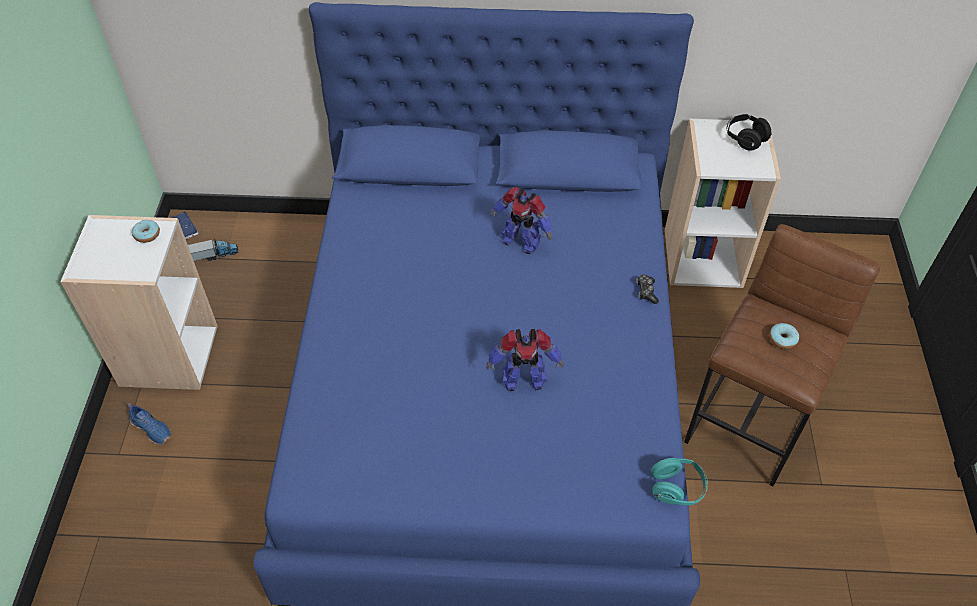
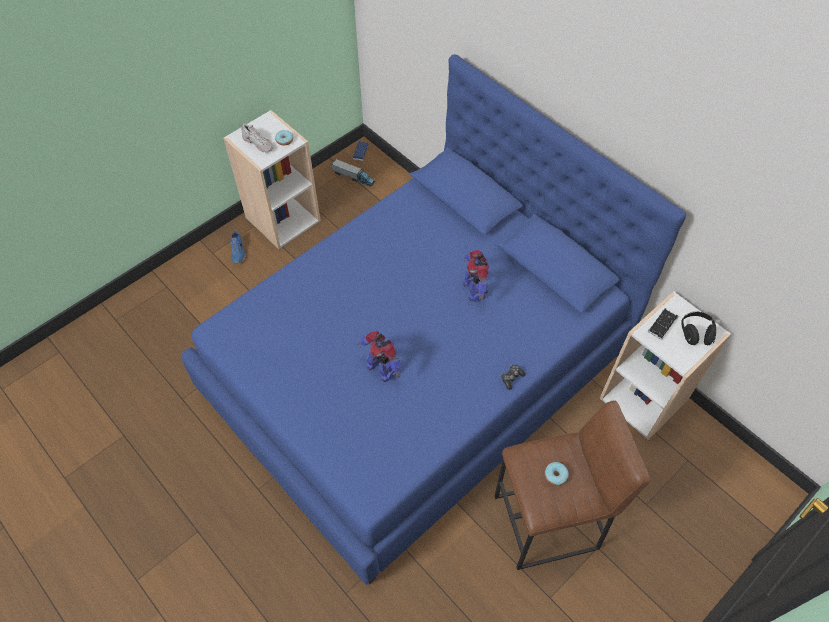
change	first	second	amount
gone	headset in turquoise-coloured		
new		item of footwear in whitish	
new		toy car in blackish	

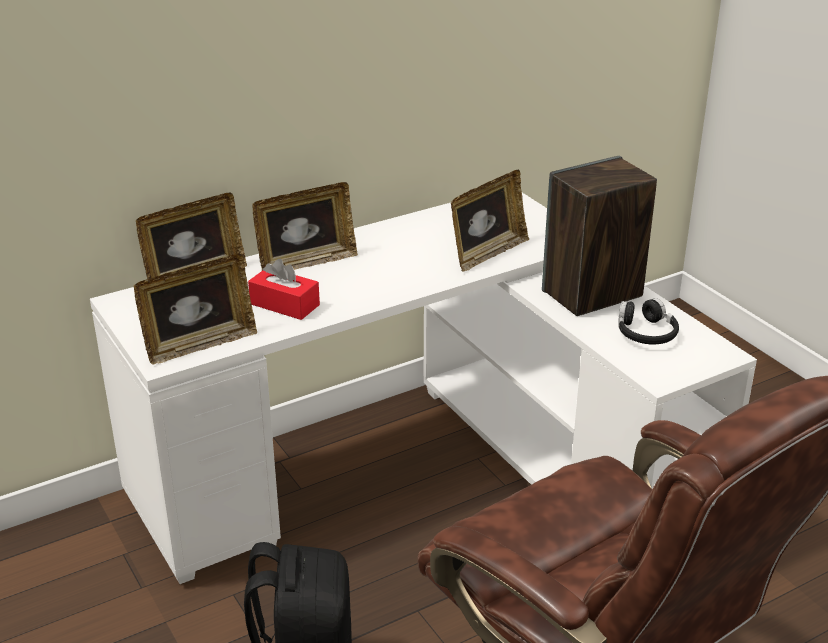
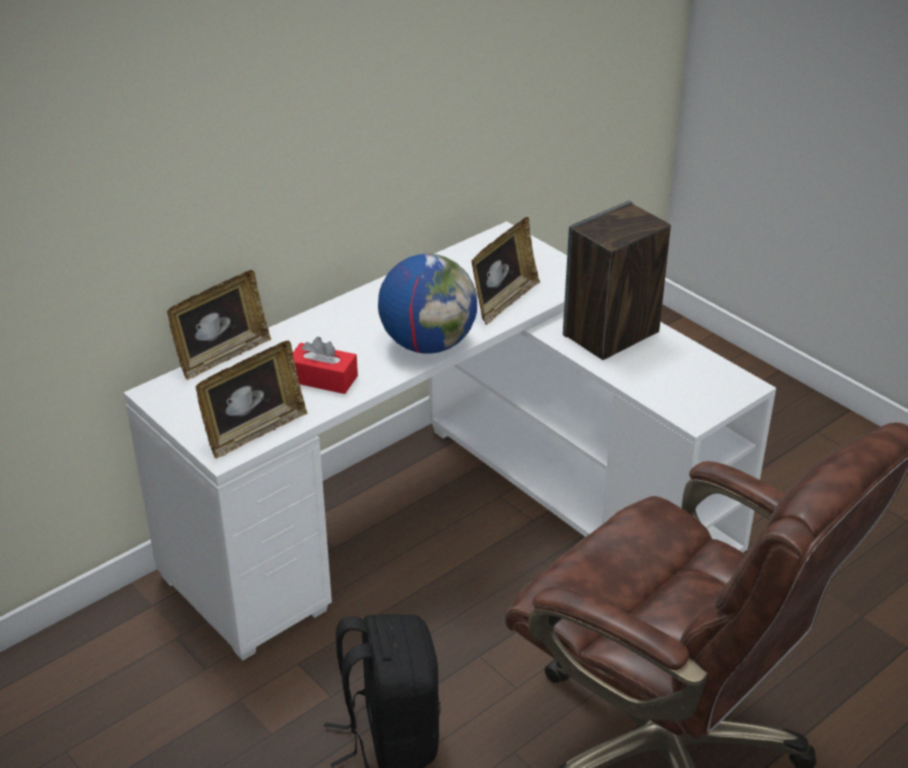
change	first	second	amount
gone	standing frame (no. 3 from left)		
gone	headset in blackish		
new		desk globe	

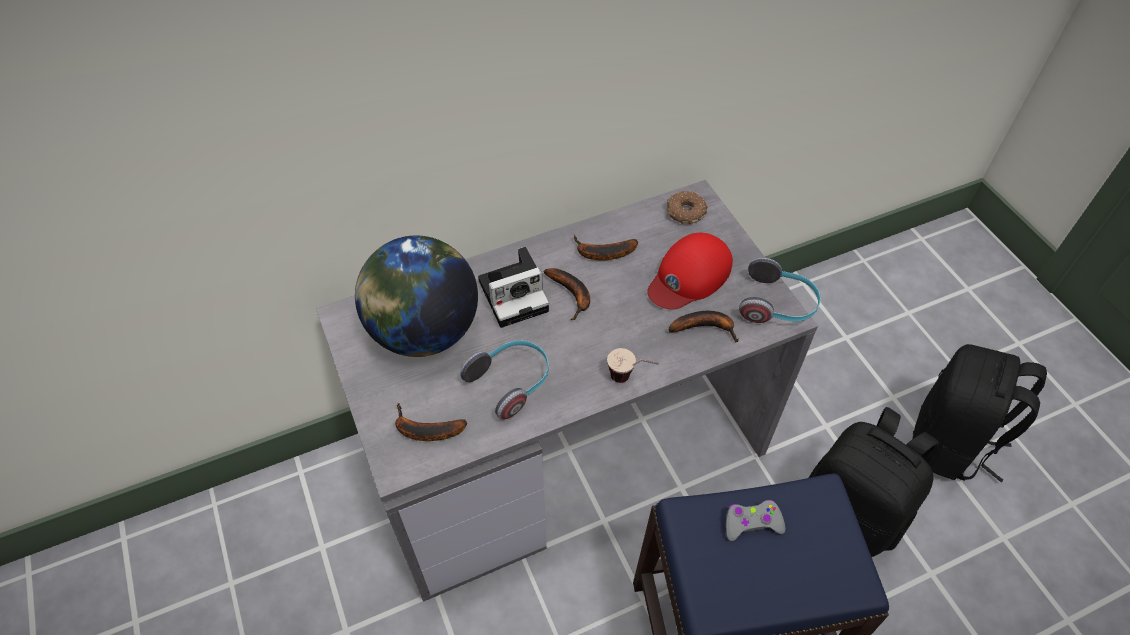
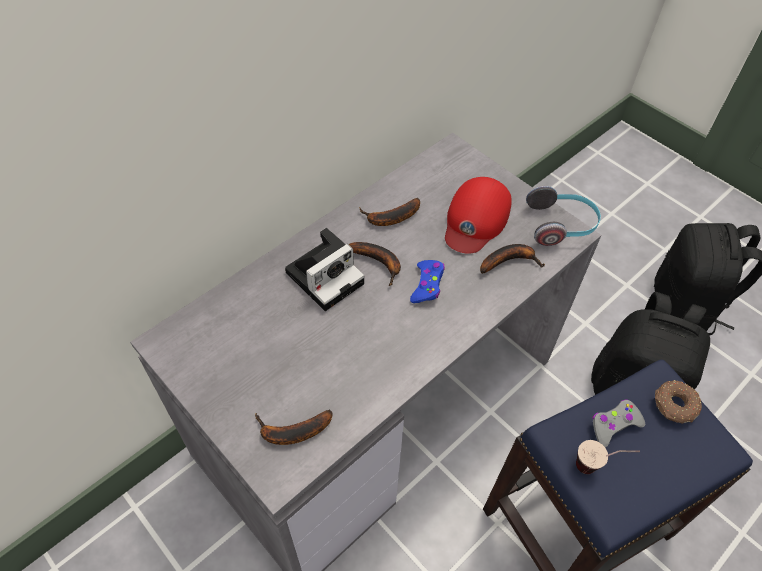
change	first	second	amount
gone	desk globe		
gone	headset (no. 1 from left)		
shifted	cup		
shifted	donut		
new		joypad in blue-coloured	

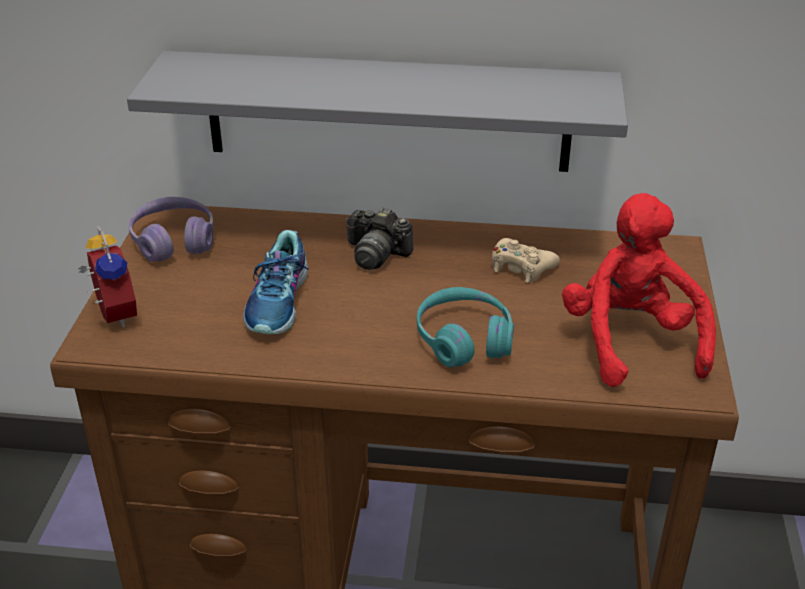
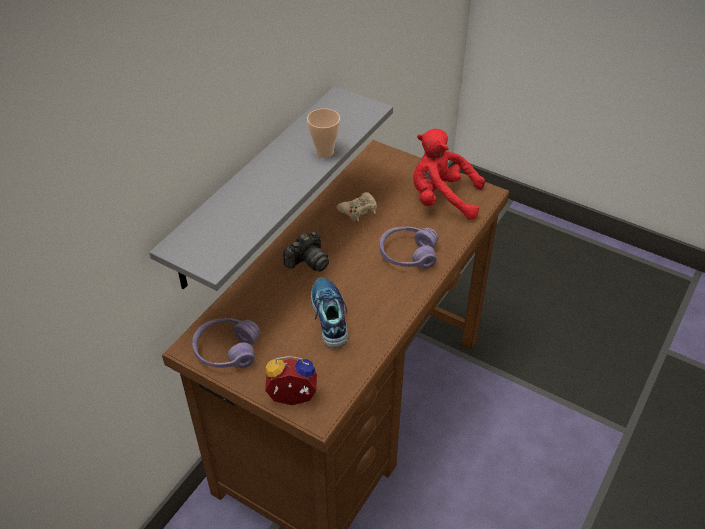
change	first	second	amount
rotated	item of footwear		135 degrees counterclockwise
repainted	headset in turquoise-coloured	headset in purple (no. 2 from left)	
new		cup	

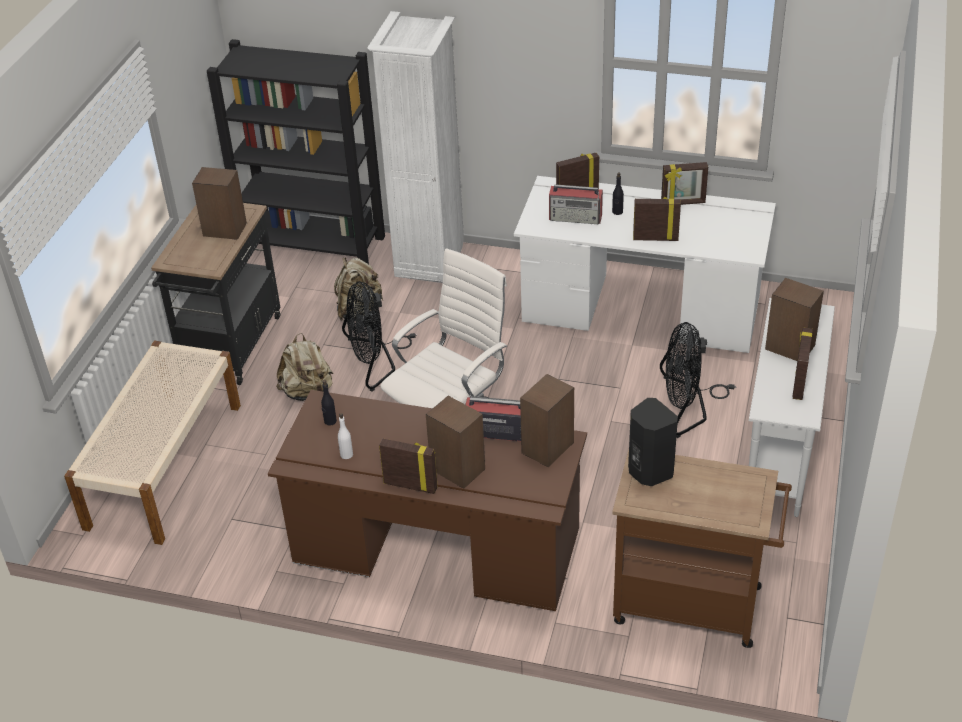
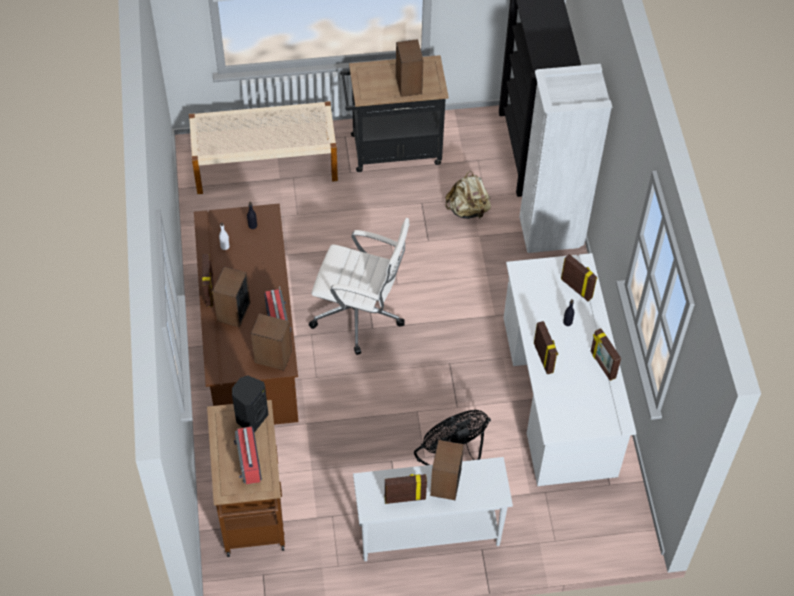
change	first	second	amount
gone	backpack in sand-coloured (no. 1 from left)		
gone	cooling fan in blackish (no. 1 from left)		
shifted	radio receiver (no. 2 from left in the first image)	radio receiver (no. 1 from left)	

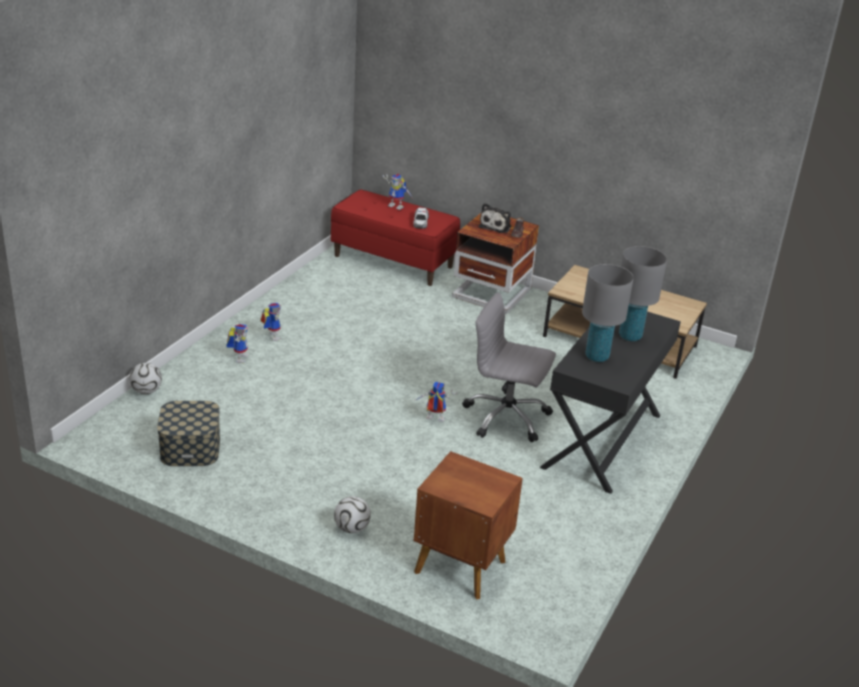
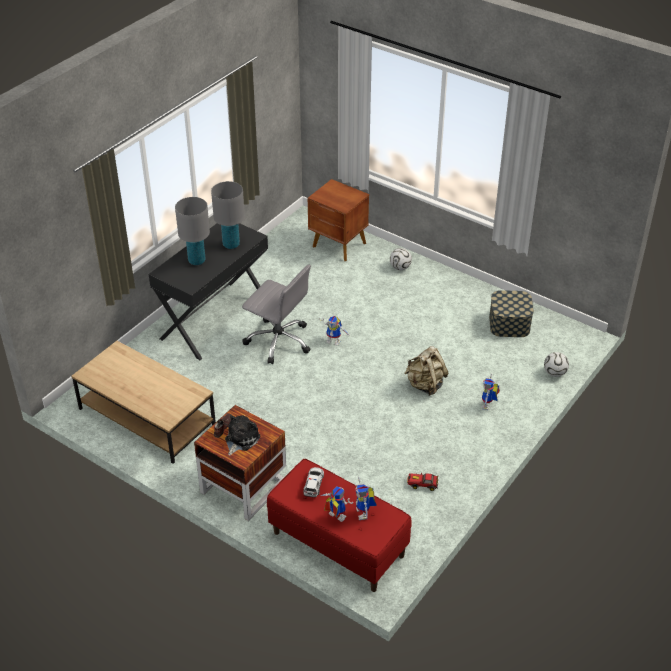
change	first	second	amount
shifted	toy robot (no. 2 from left in the first image)	toy robot (no. 3 from left)	
new		backpack in sand-coloured	
new		toy car (no. 2 from left)	

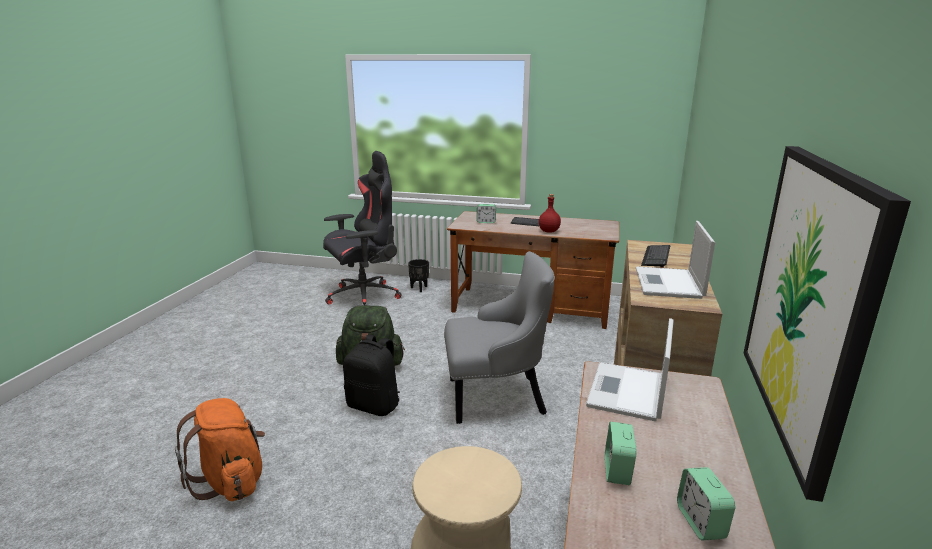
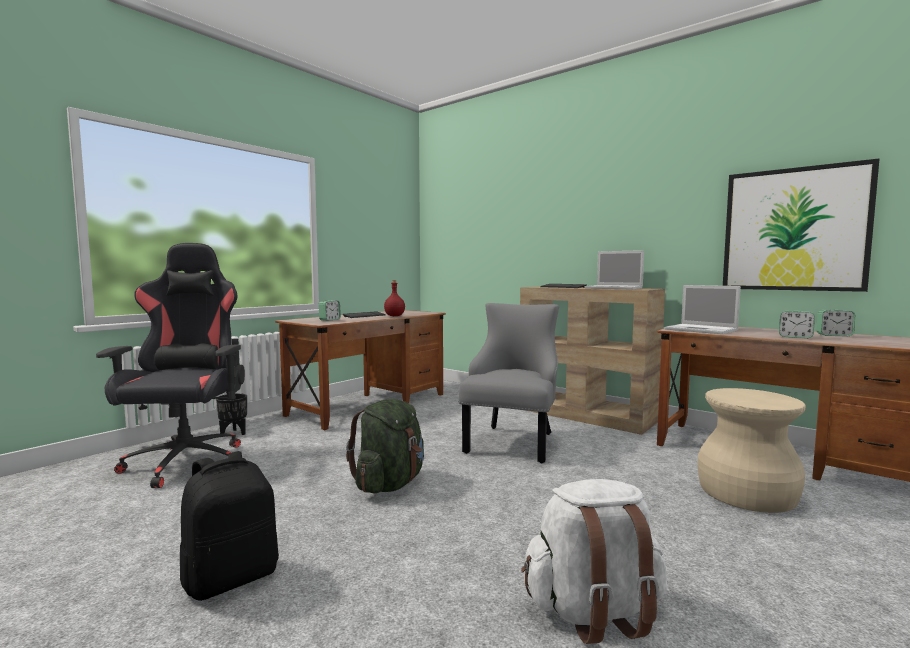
change	first	second	amount
repainted	backpack in orange-coloured	backpack in whitish	
shifted	backpack in blackish		

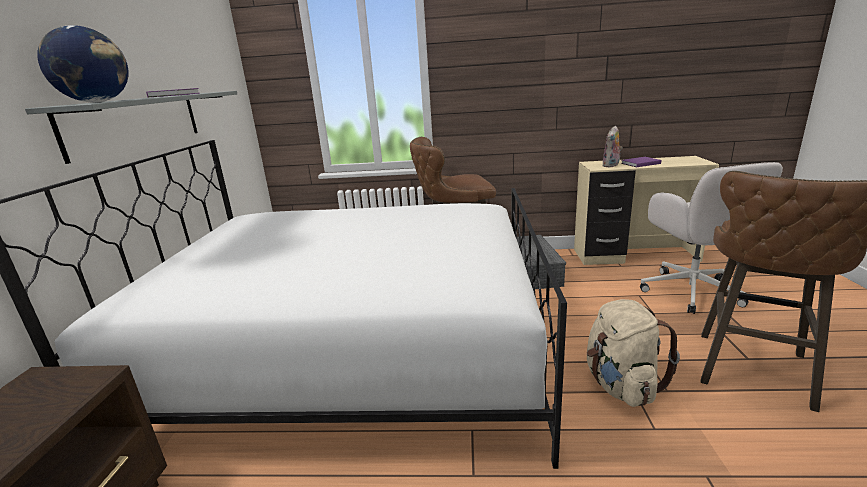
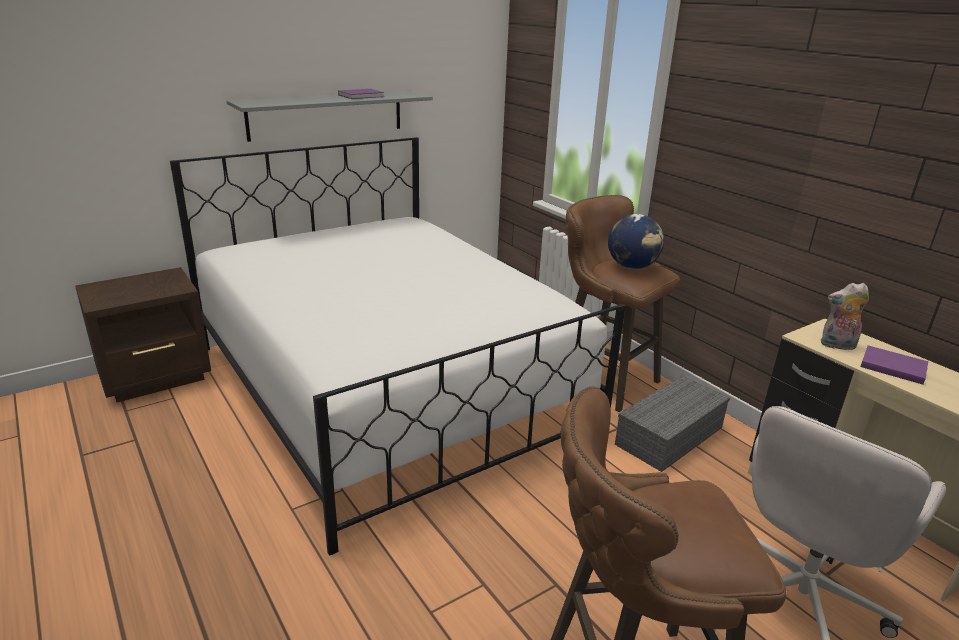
change	first	second	amount
shifted	desk globe		
gone	backpack in sand-coloured		

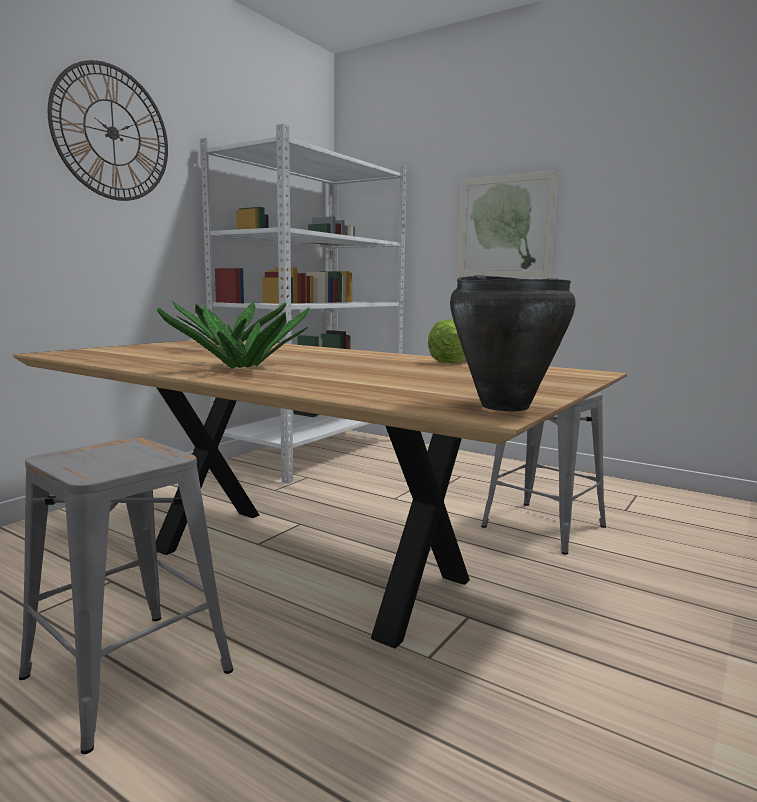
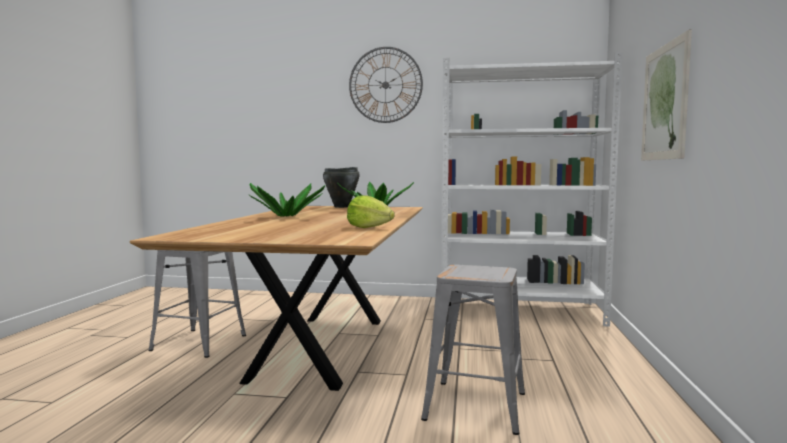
change	first	second	amount
shifted	stockpot in blackish		

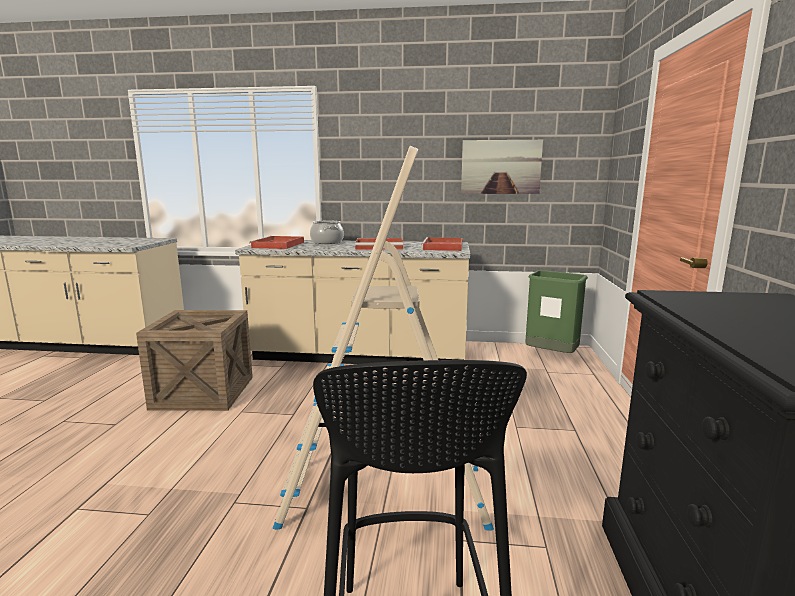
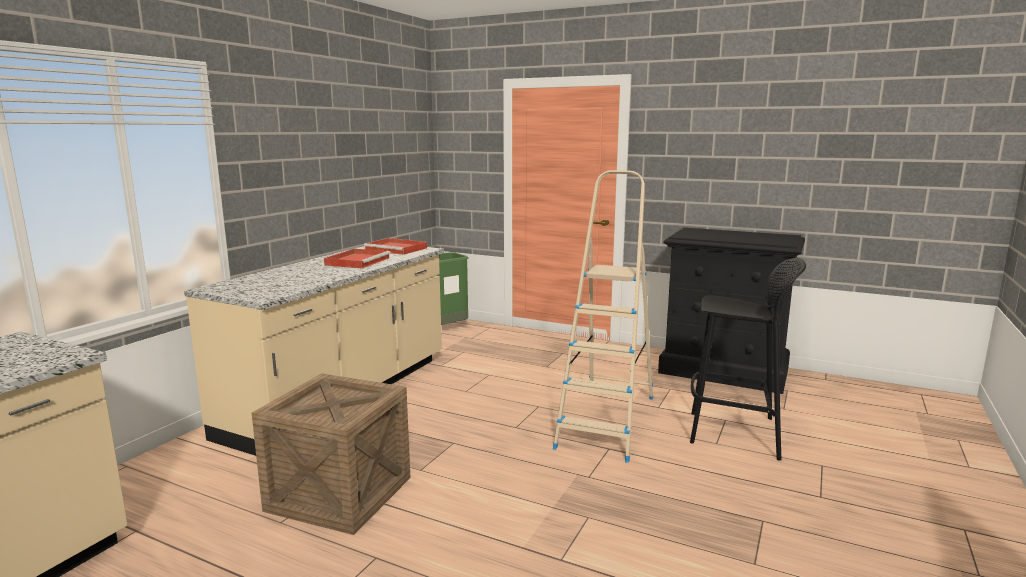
change	first	second	amount
gone	tray in red (no. 1 from left)		
gone	stockpot		
gone	picture		

